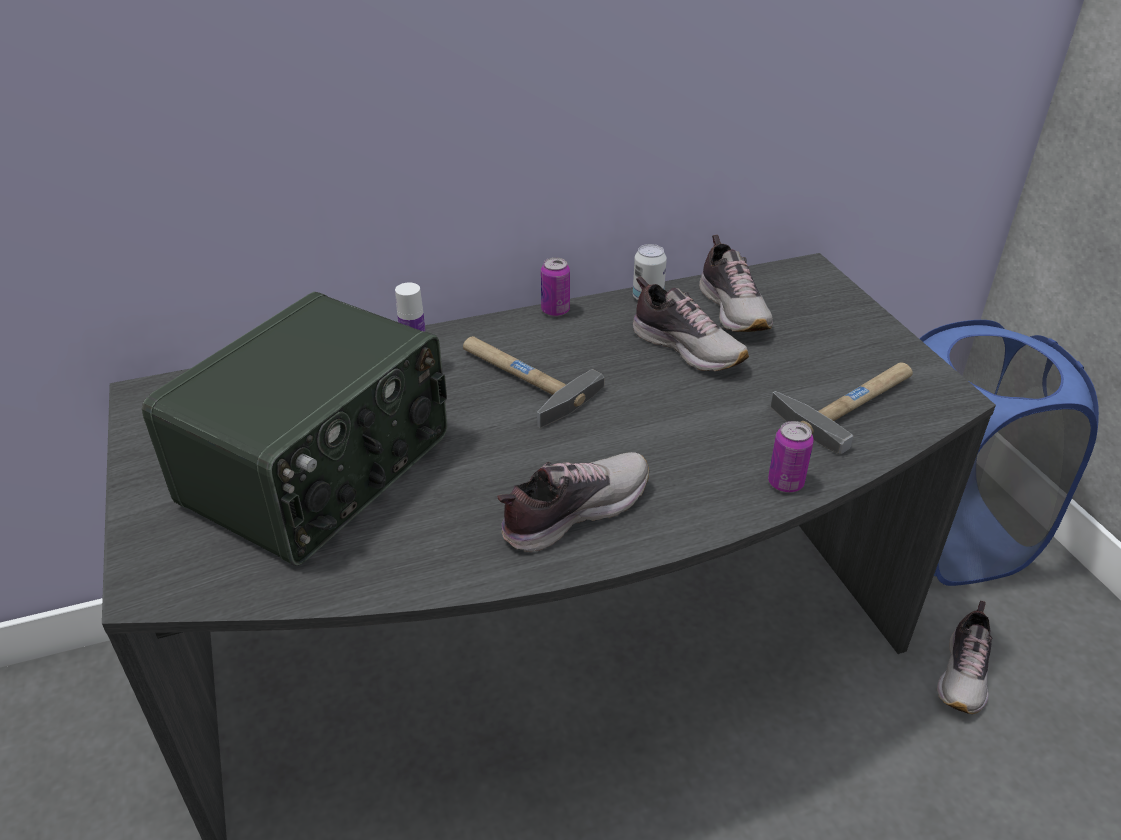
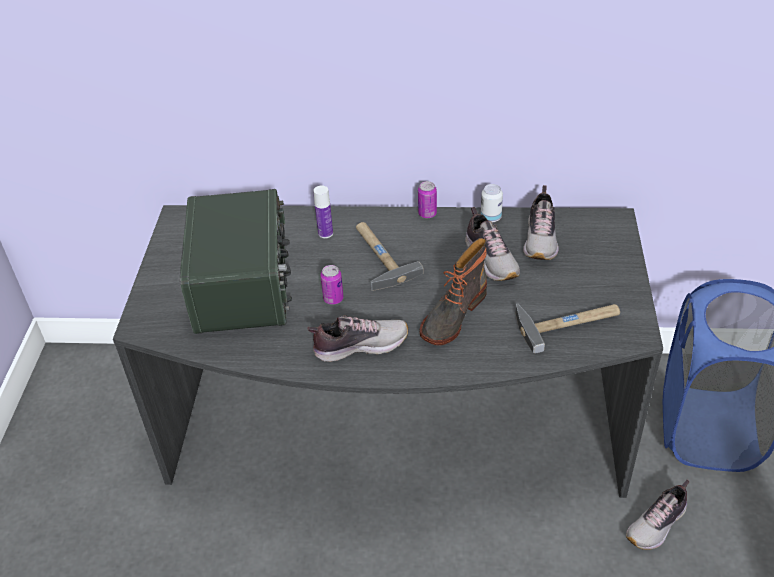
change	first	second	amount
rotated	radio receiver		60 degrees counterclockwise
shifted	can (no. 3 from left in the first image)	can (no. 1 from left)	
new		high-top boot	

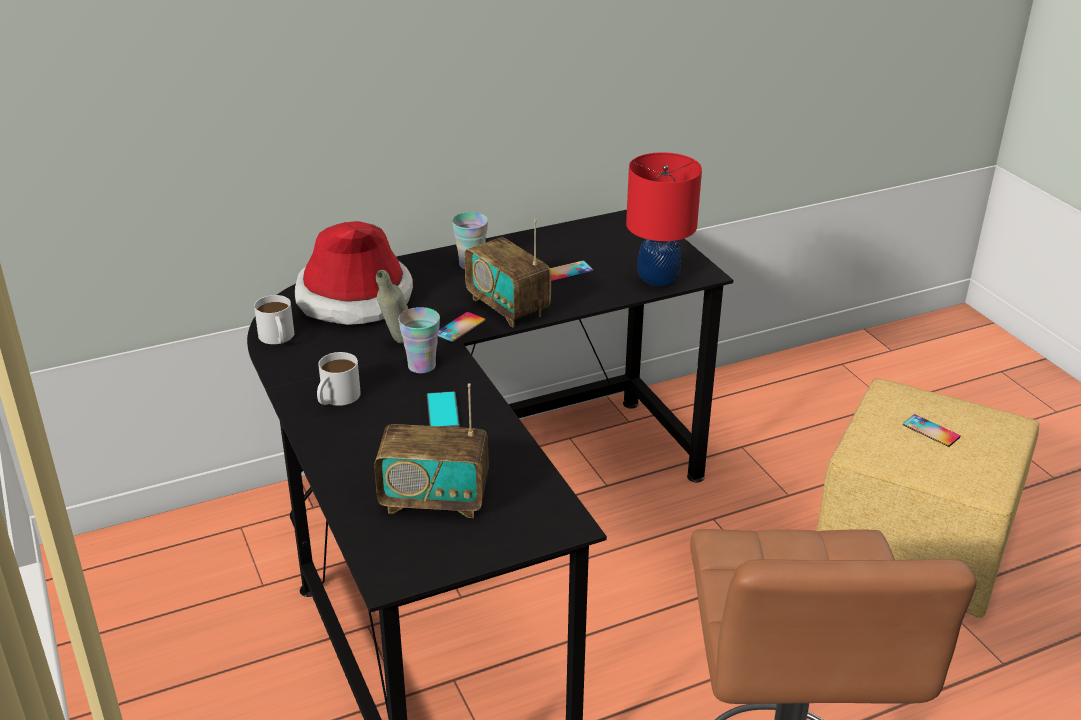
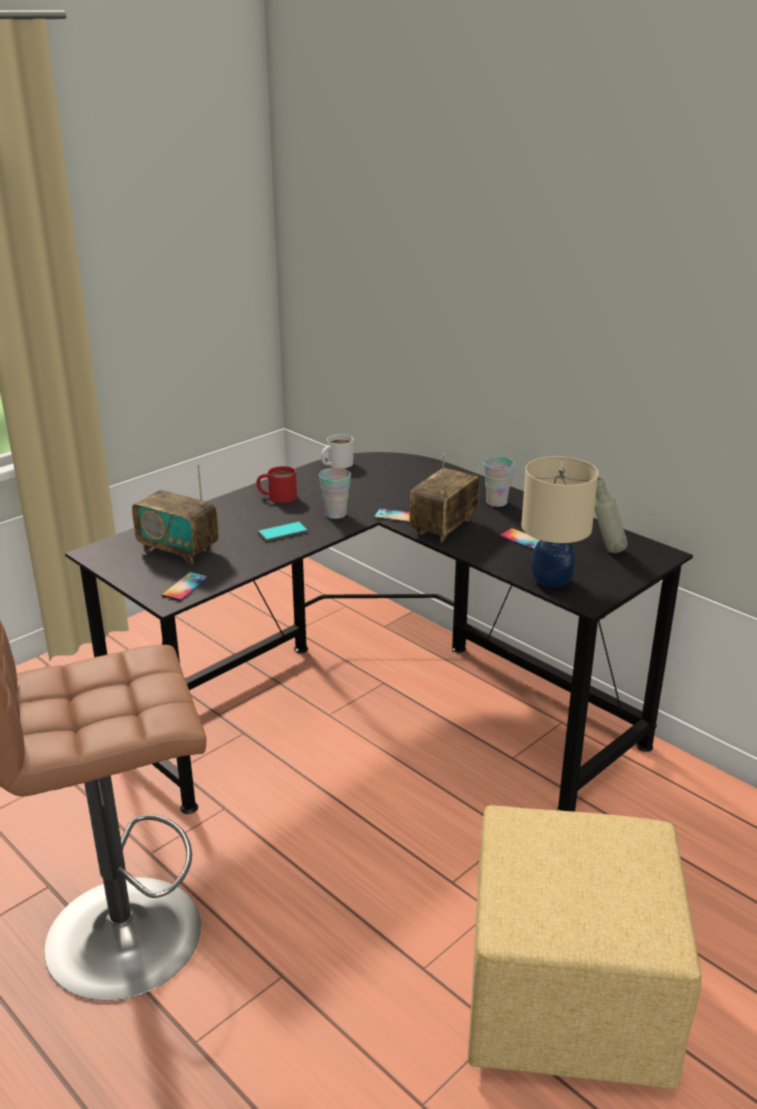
change	first	second	amount
gone	hat		
repainted	coffee mug in whitish (no. 2 from left)	coffee mug in red	
rotated	radio receiver (no. 1 from left)		45 degrees counterclockwise
shifted	drink bottle in gray		
repainted	lamp for a table in red	lamp for a table in sand-coloured	
shifted	handset (no. 4 from left in the first image)	handset (no. 1 from left)	

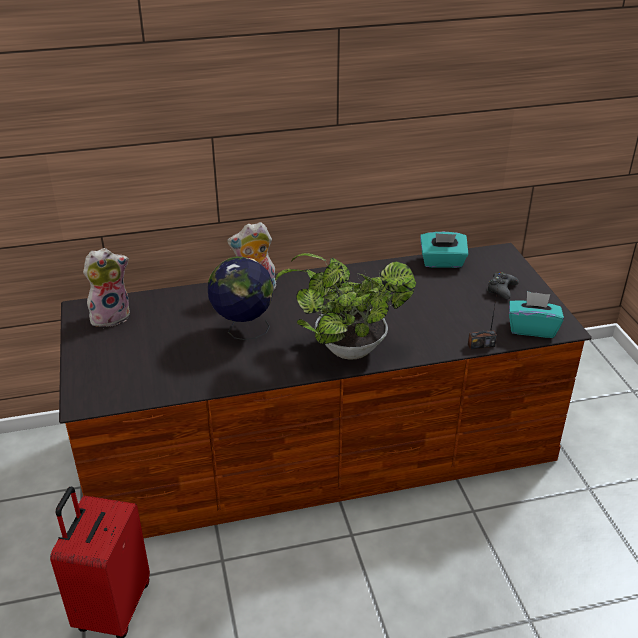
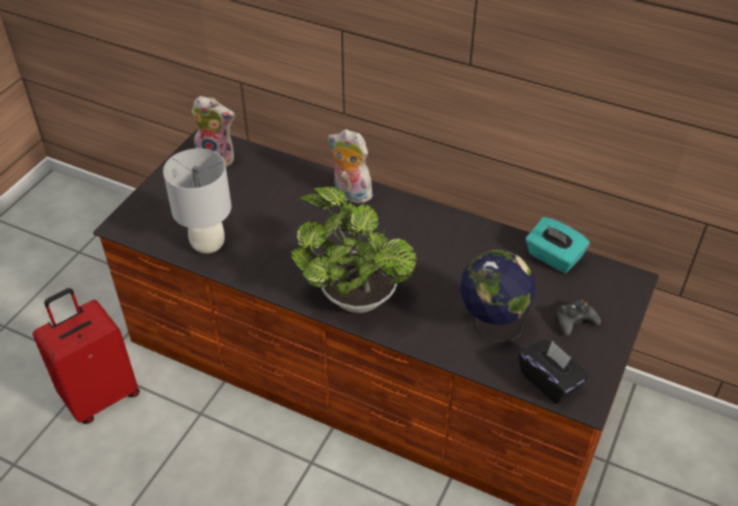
change	first	second	amount
shifted	desk globe		
gone	radio receiver		
repainted	tissue box in turquoise-coloured (no. 2 from left)	tissue box in blackish	
new		lamp for a table in gray	

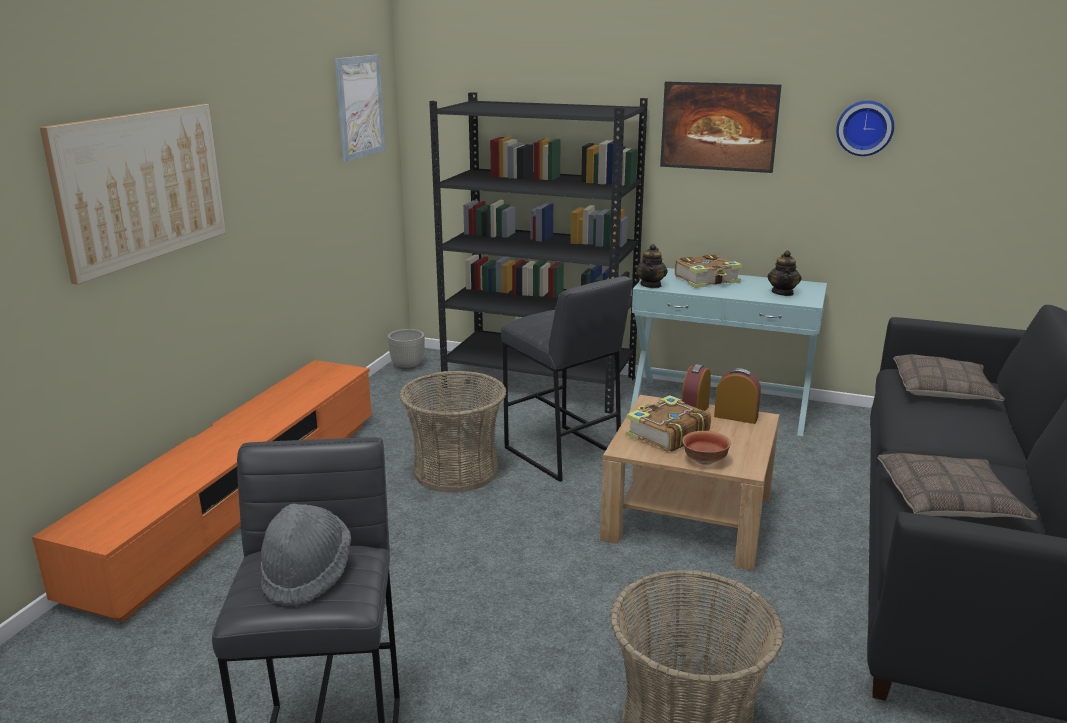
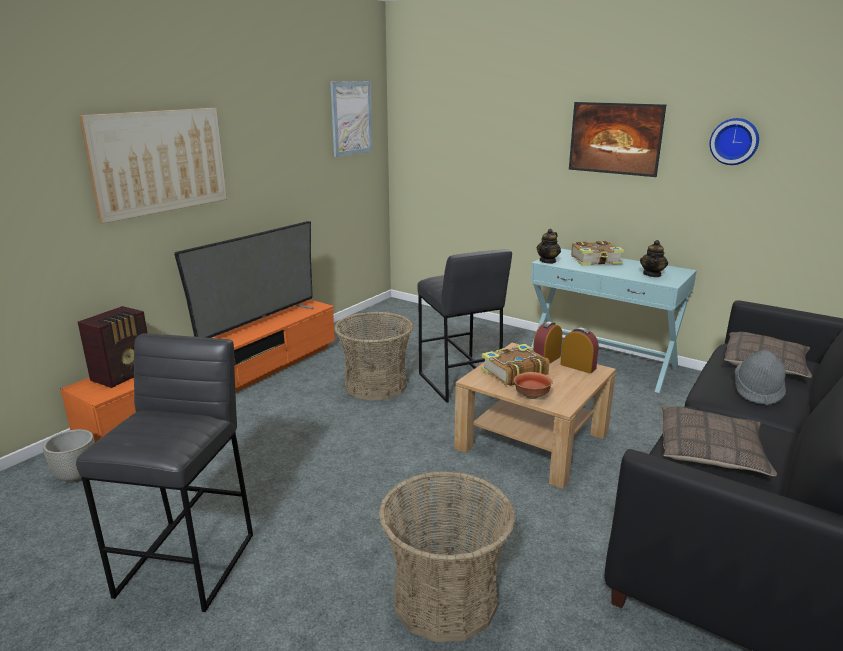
change	first	second	amount
shifted	hat in gray		
shifted	plant pot in gray		
gone	bookcase in blackish		
new		radio receiver	
new		TV set	

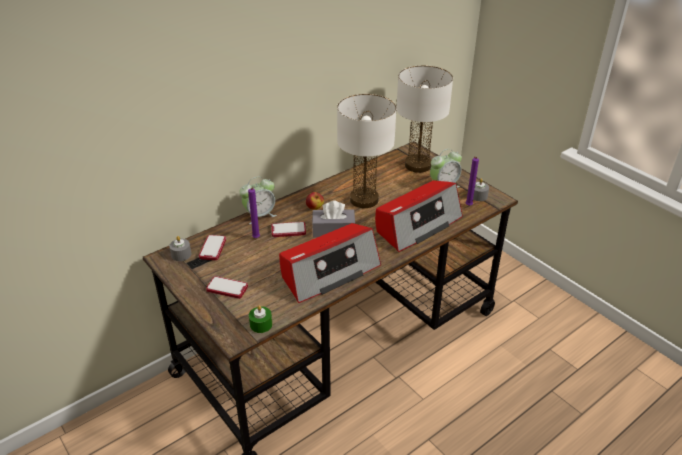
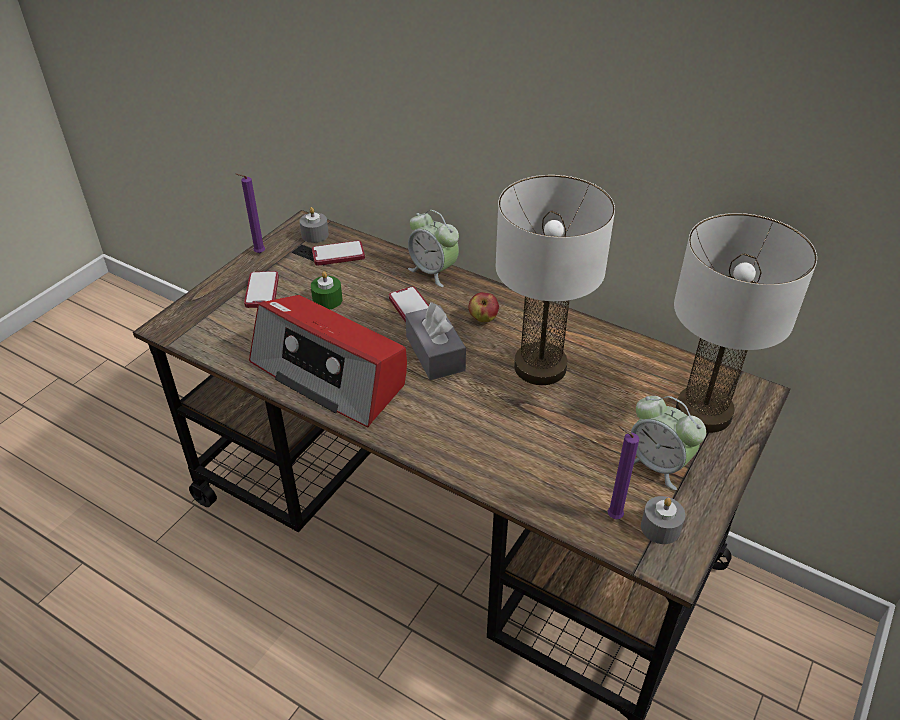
change	first	second	amount
shifted	wax candle in purple (no. 1 from left)		
shifted	wax candle in green		
gone	radio receiver (no. 2 from left)		

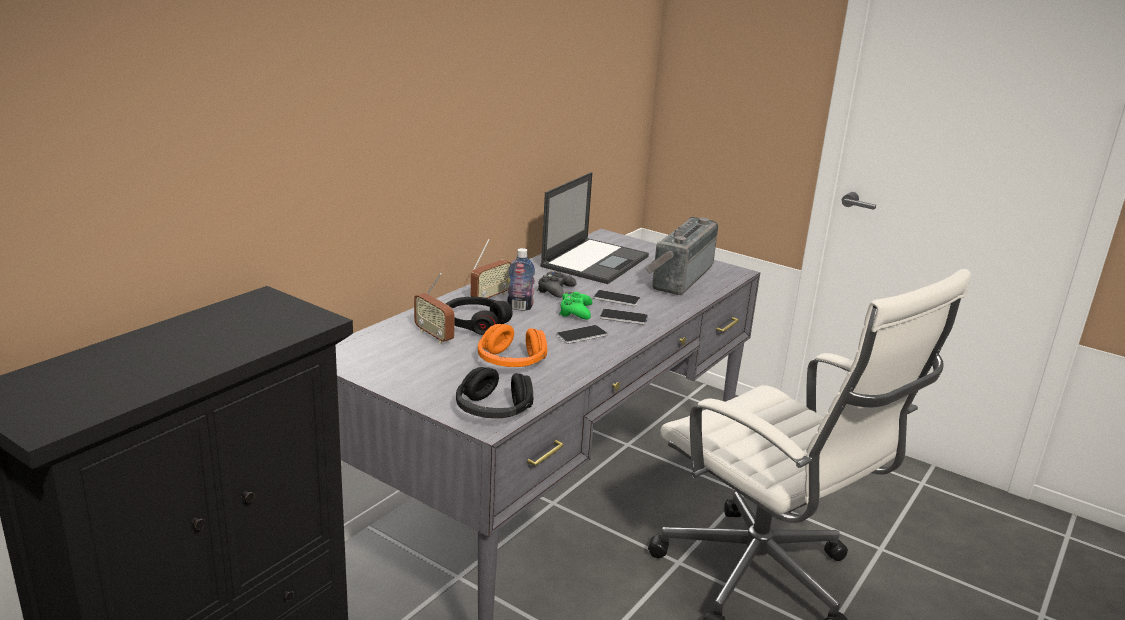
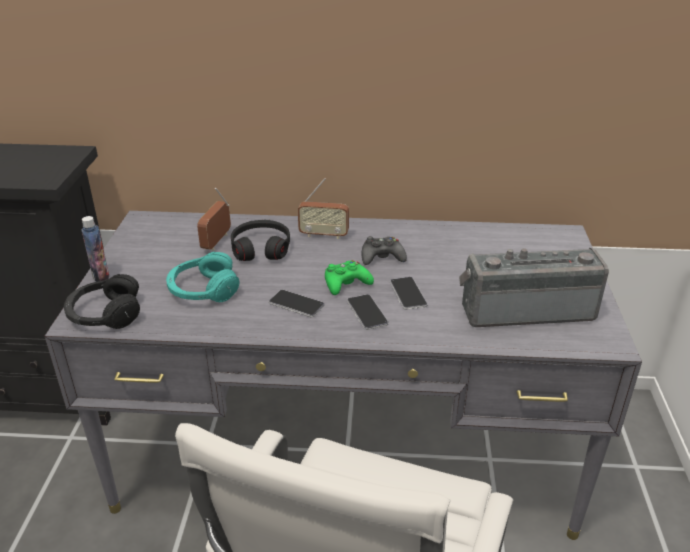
change	first	second	amount
repainted	headset in orange-coloured	headset in turquoise-coloured	
shifted	drink bottle		
gone	laptop		

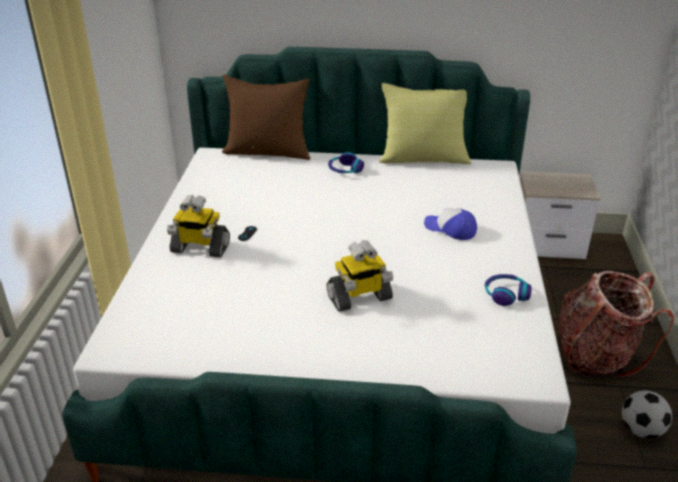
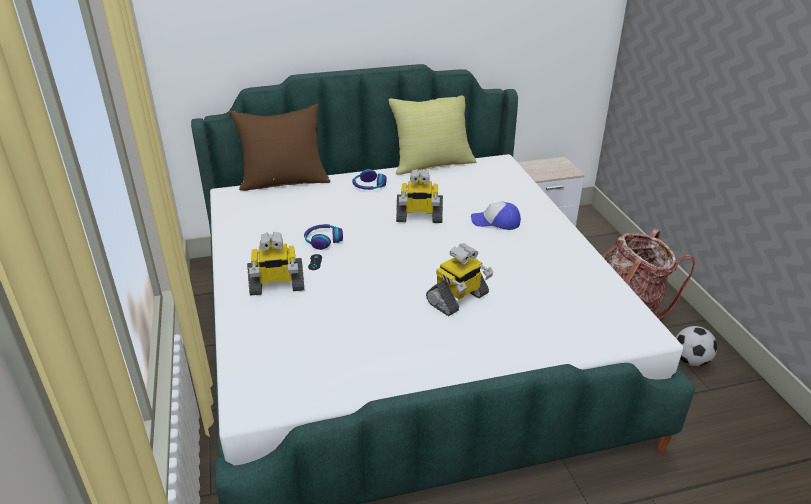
change	first	second	amount
shifted	headset (no. 2 from left in the first image)	headset (no. 1 from left)	
new		toy robot (no. 2 from left)	

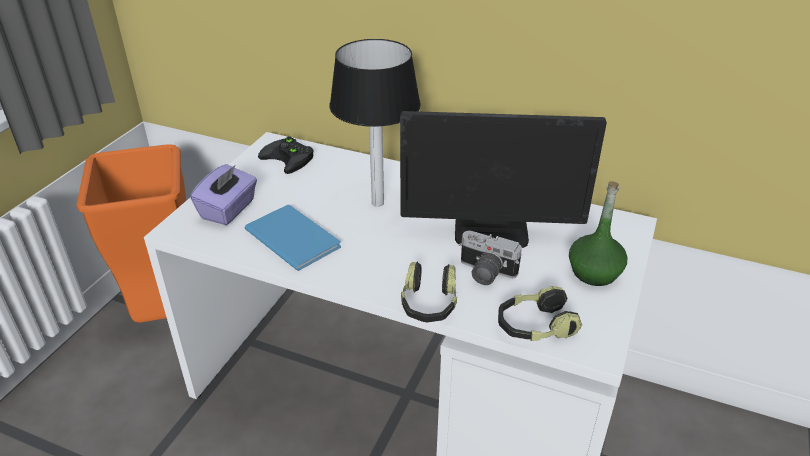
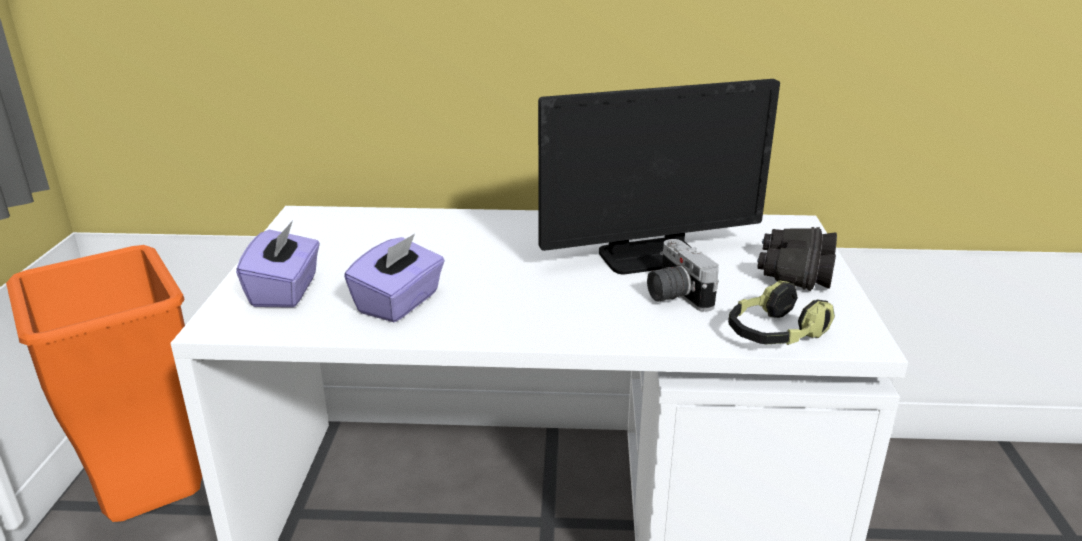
change	first	second	amount
swapped	book in blue-coloured	tissue box in purple (no. 2 from left)	
gone	joypad in blackish		
gone	lamp for a table		
gone	headset (no. 1 from left)		
rotated	photo camera		60 degrees clockwise
swapped	drink bottle in green	field glasses in blackish	

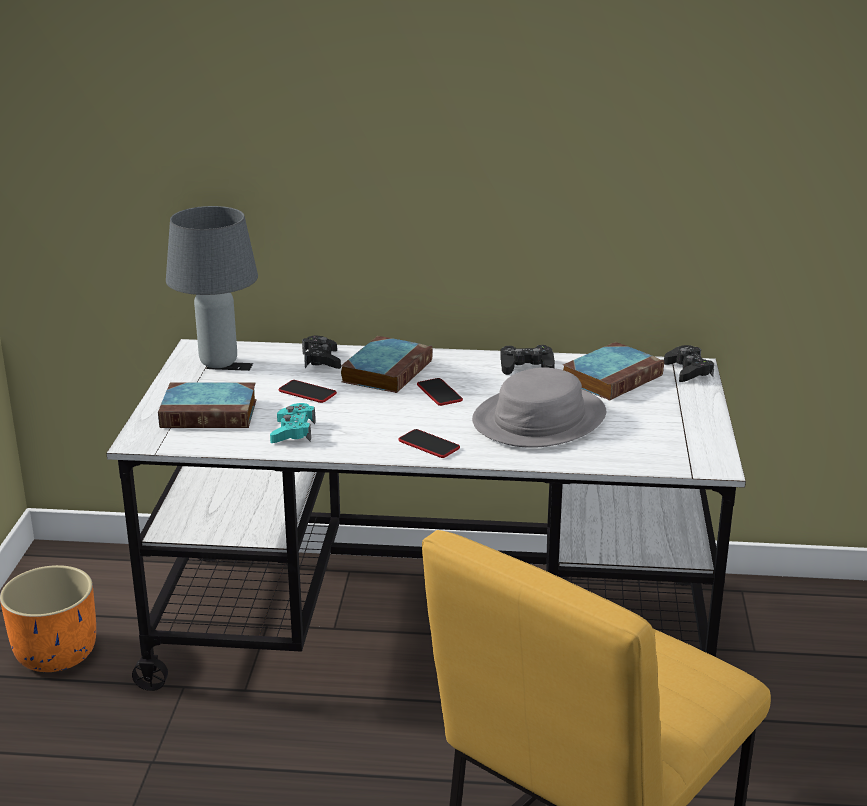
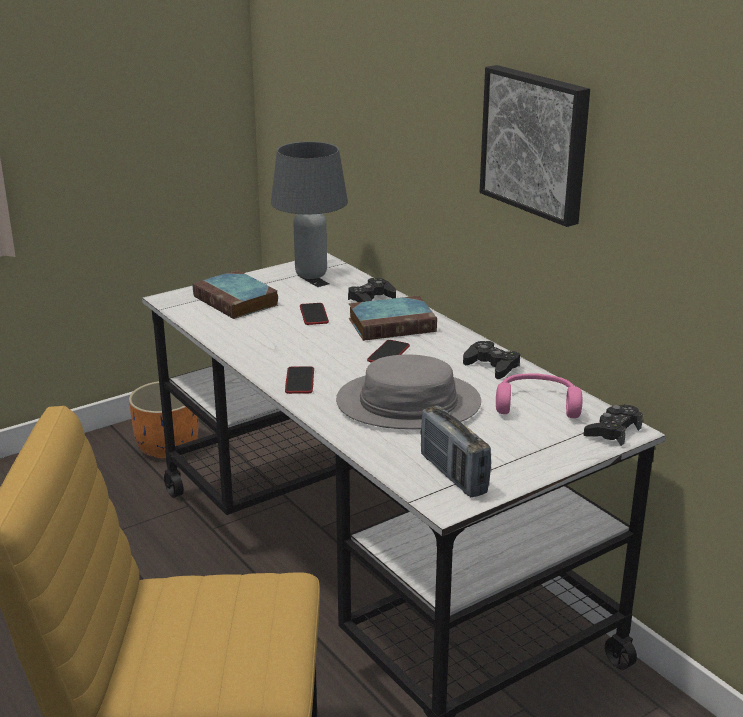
change	first	second	amount
gone	joypad in turquoise-coloured		
swapped	book (no. 3 from left)	headset in pinkish	
new		radio receiver	
new		picture	

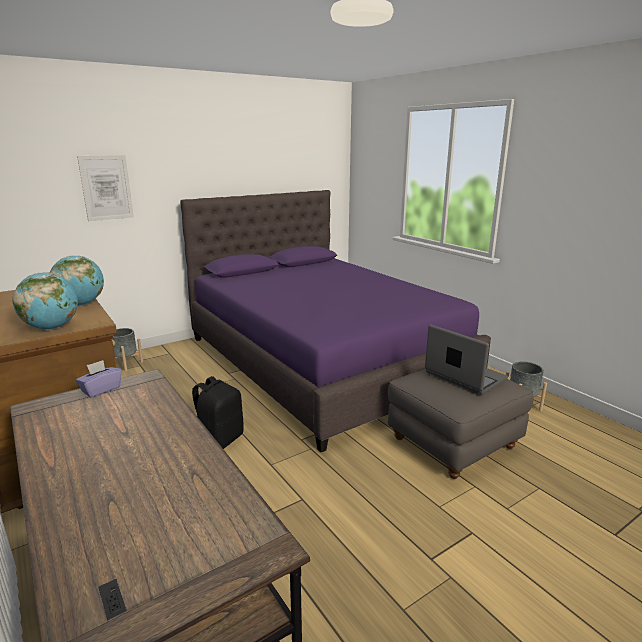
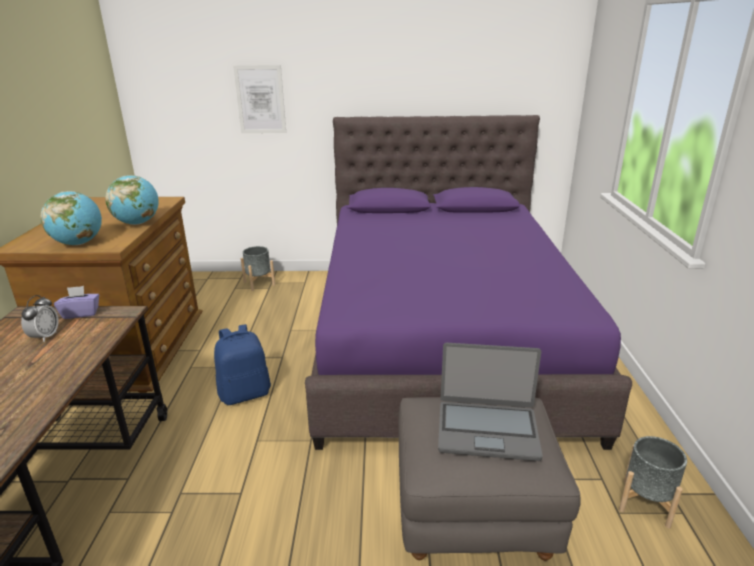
change	first	second	amount
repainted	backpack in blackish	backpack in blue-coloured	
rotated	laptop		105 degrees clockwise
new		table clock	

